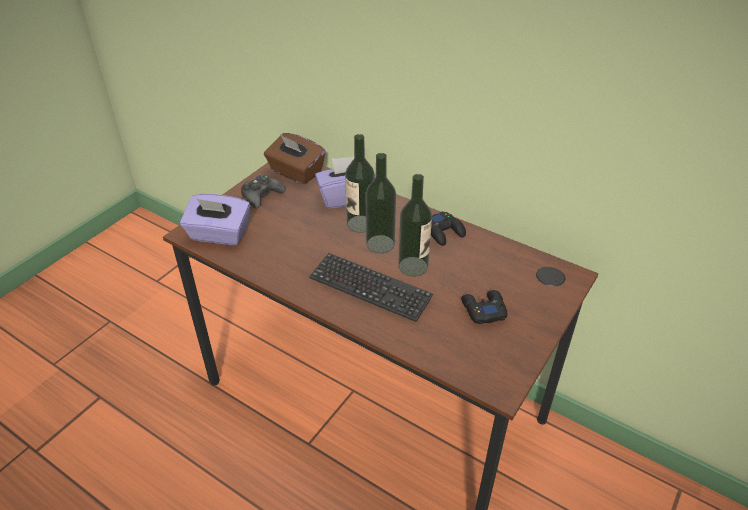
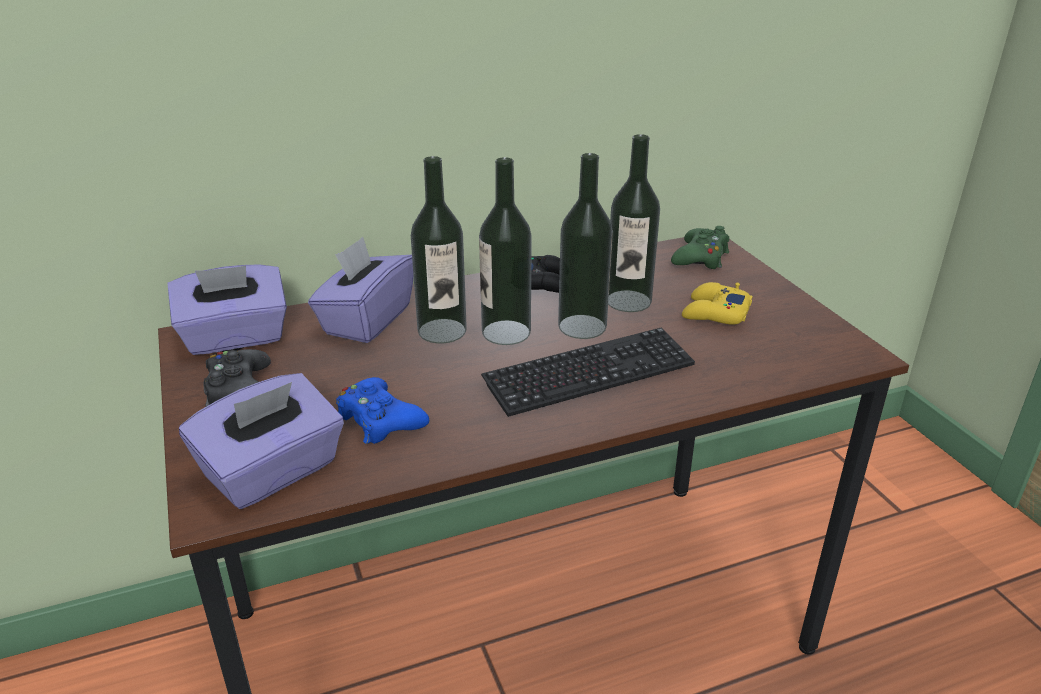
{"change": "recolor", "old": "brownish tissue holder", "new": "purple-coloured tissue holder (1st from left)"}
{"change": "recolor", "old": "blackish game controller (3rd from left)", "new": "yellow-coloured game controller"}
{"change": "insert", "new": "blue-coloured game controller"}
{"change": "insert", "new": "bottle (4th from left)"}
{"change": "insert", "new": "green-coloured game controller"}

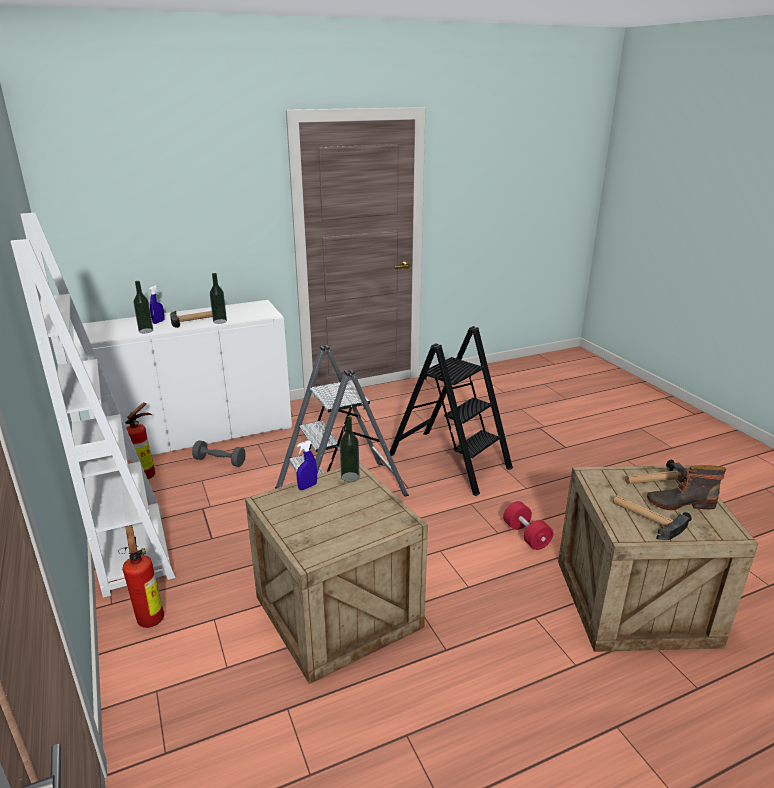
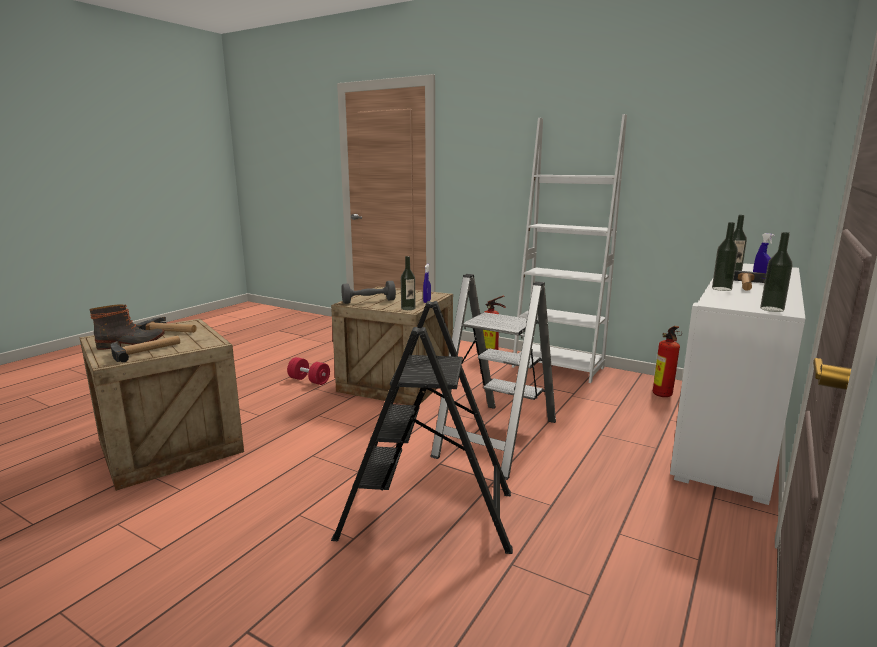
{"change": "move", "old": "gray dumbbell"}
{"change": "move", "old": "red-coloured dumbbell"}
{"change": "insert", "new": "bottle (4th from left)"}

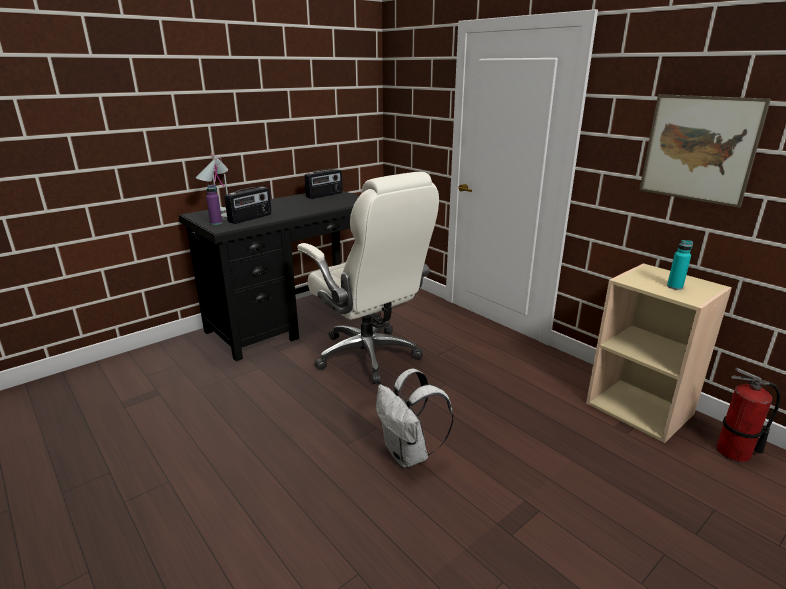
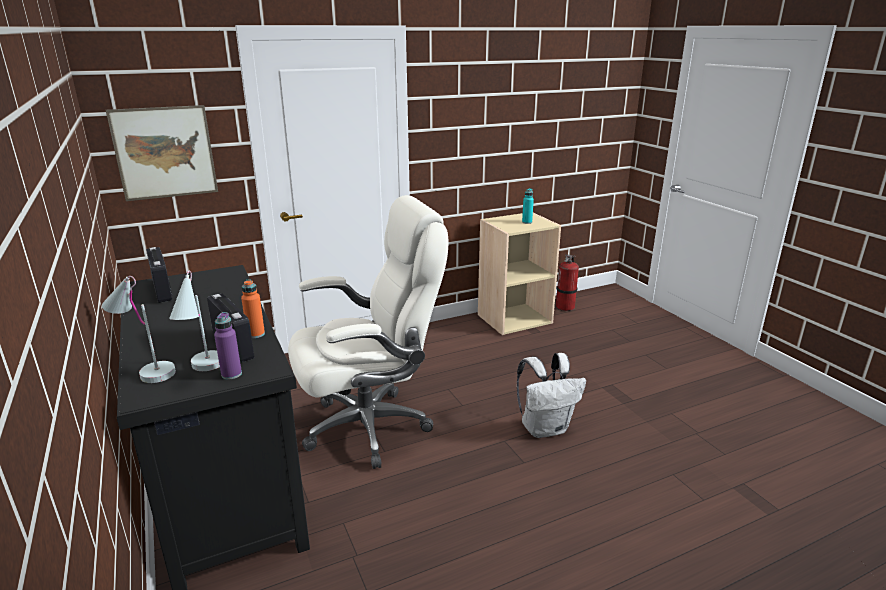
{"change": "move", "old": "picture"}
{"change": "insert", "new": "orangey bottle"}

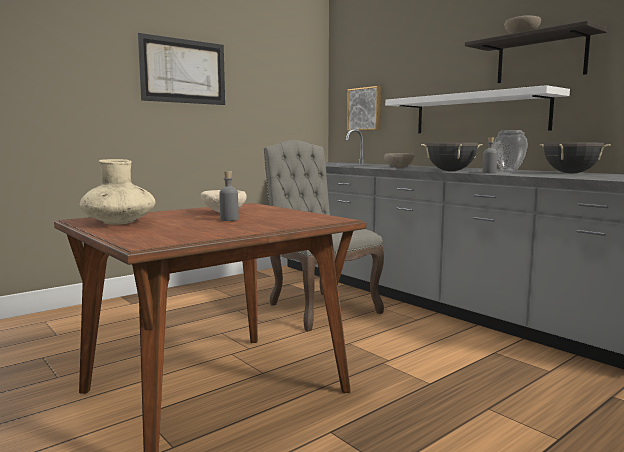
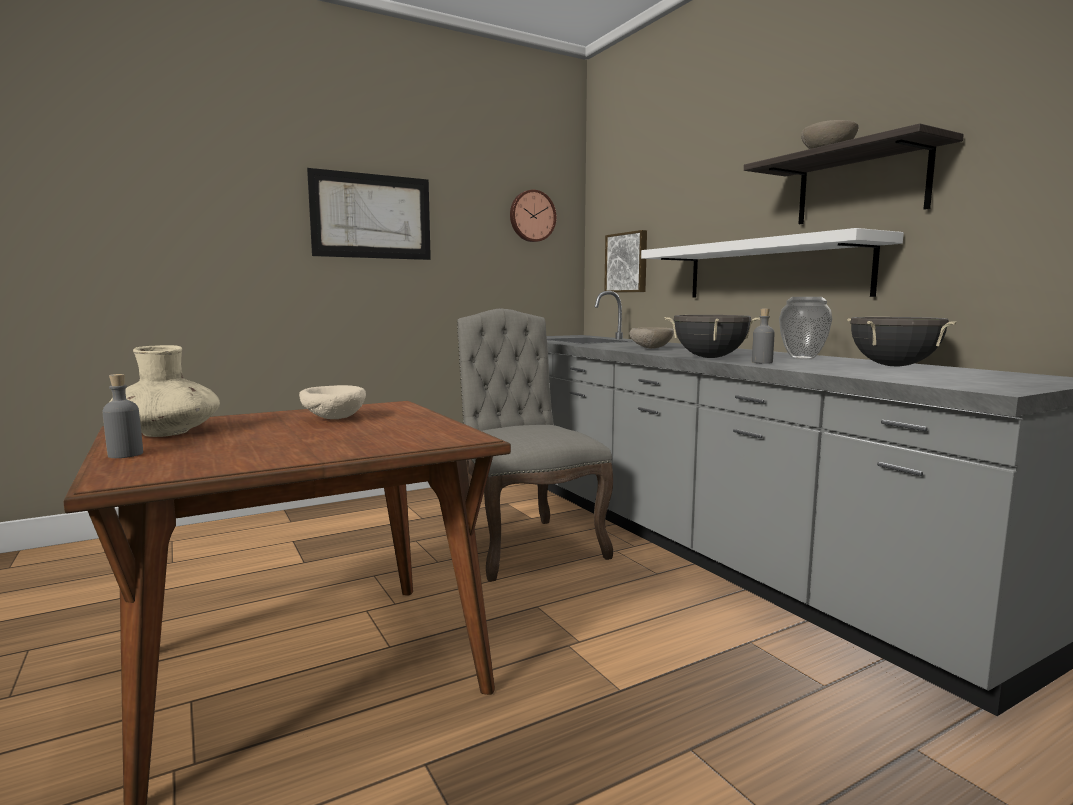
{"change": "move", "old": "gray bottle (1st from left)"}
{"change": "insert", "new": "clock on the wall"}

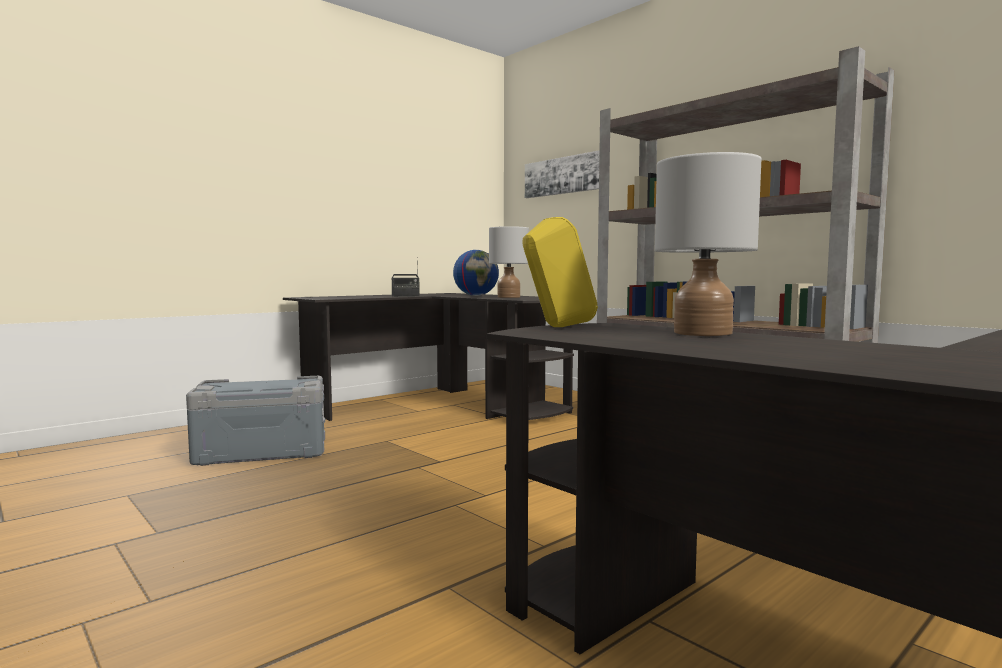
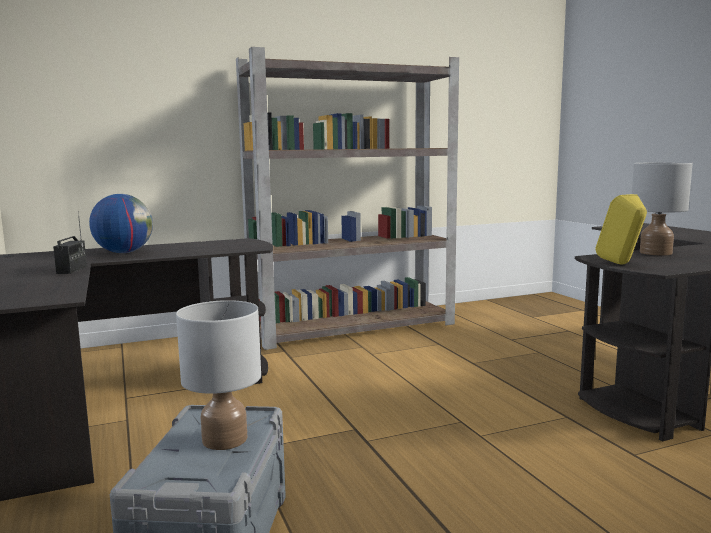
{"change": "move", "old": "gray tabletop lamp (1st from left)"}
{"change": "delete", "old": "picture"}

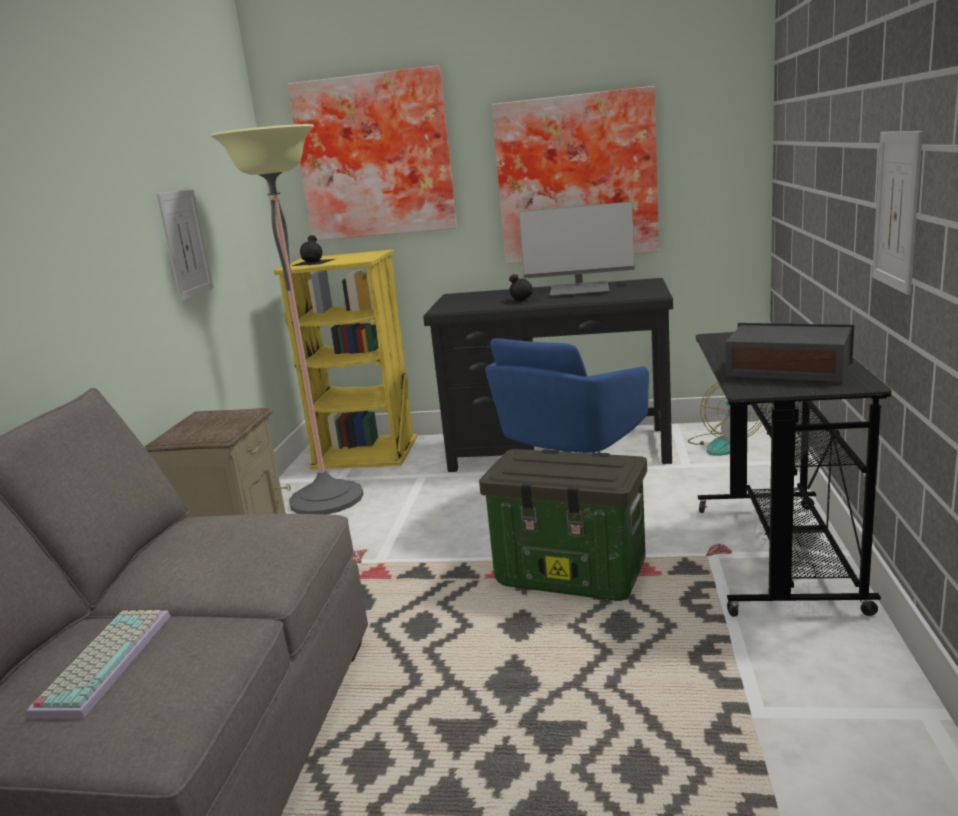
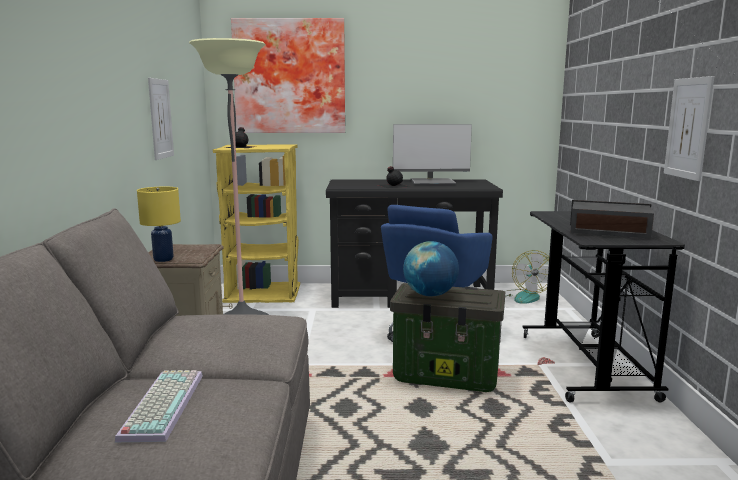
{"change": "delete", "old": "picture (3rd from left)"}
{"change": "insert", "new": "yellow-coloured tabletop lamp"}
{"change": "insert", "new": "globe"}

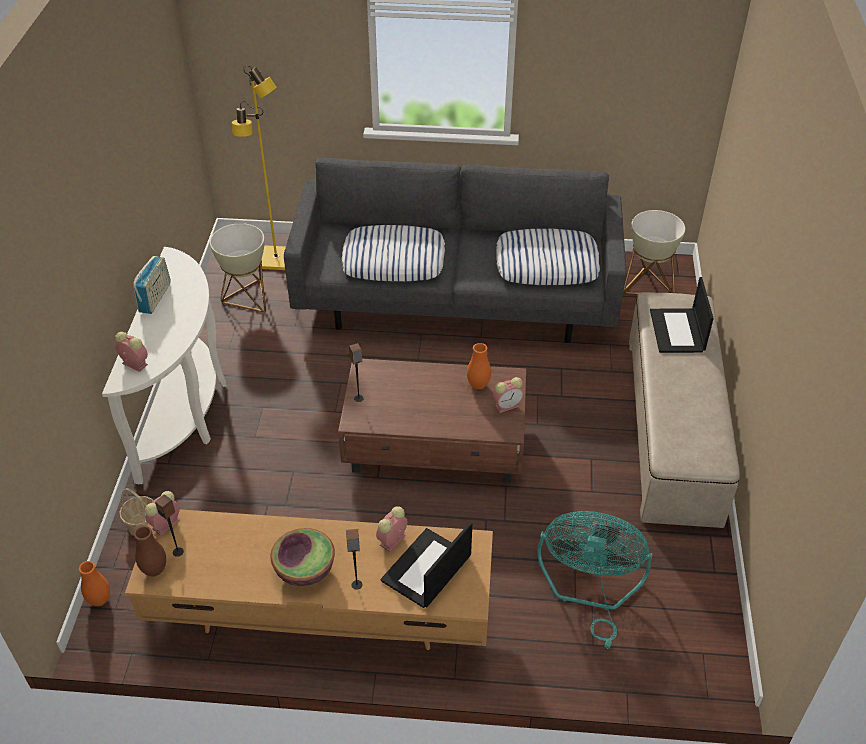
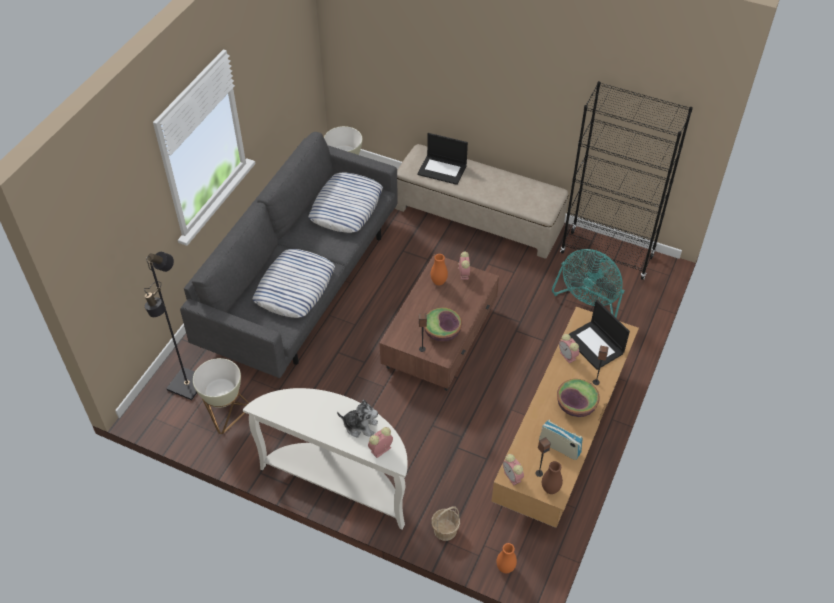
{"change": "move", "old": "radio receiver"}
{"change": "recolor", "old": "yellow-coloured standard lamp", "new": "blackish standard lamp"}
{"change": "rotate", "old": "turquoise-coloured electric fan", "degrees": -90}
{"change": "insert", "new": "plush toy"}
{"change": "insert", "new": "serving bowl (1st from left)"}
{"change": "insert", "new": "blackish bookcase"}

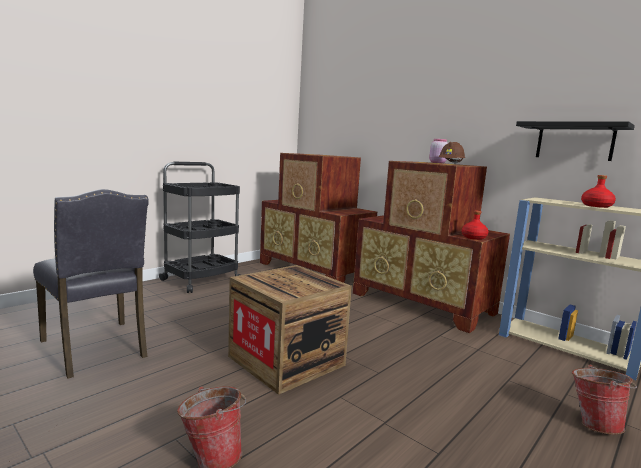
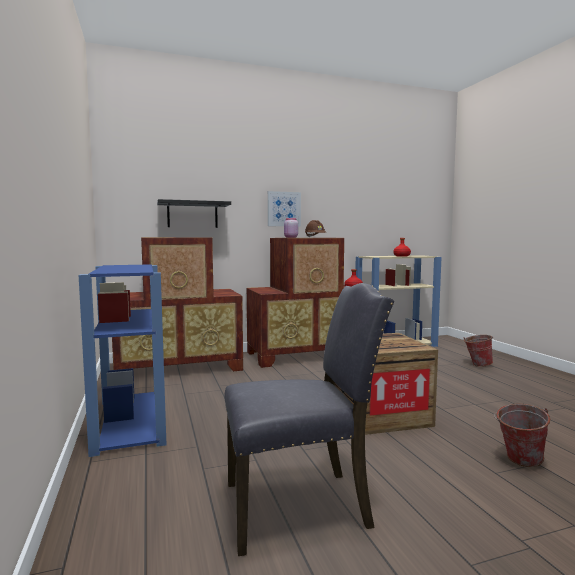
{"change": "replace", "old": "blackish trolley", "new": "blue-coloured bookcase"}
{"change": "move", "old": "blackish shelf"}
{"change": "insert", "new": "picture"}

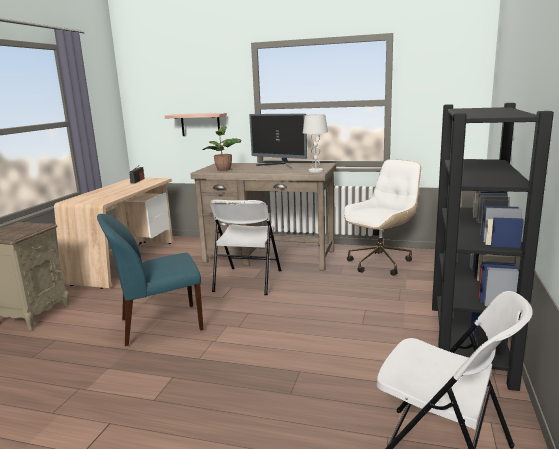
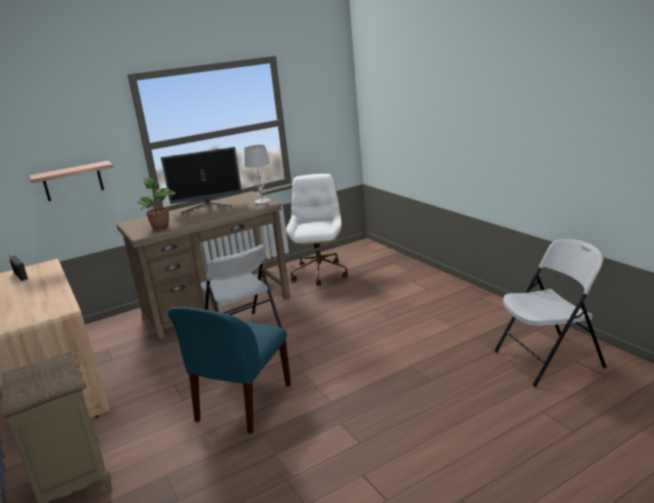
{"change": "delete", "old": "blackish bookcase"}

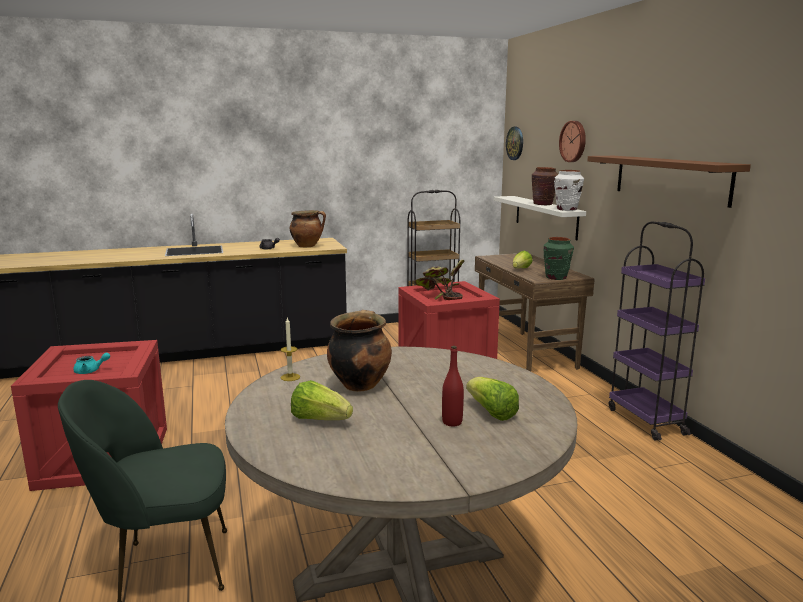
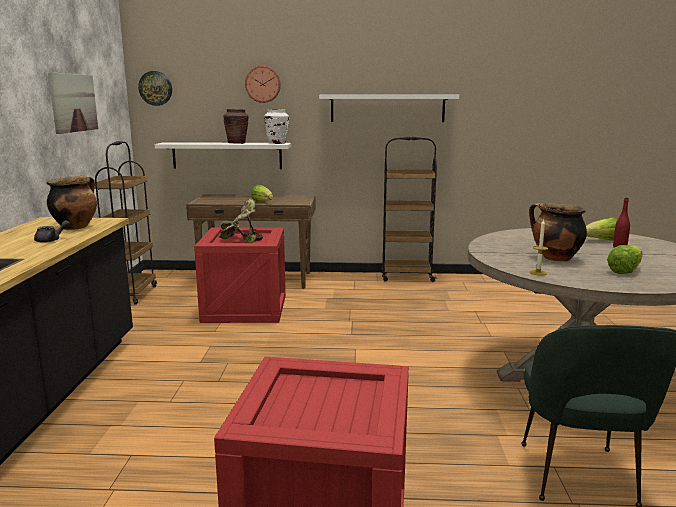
{"change": "delete", "old": "turquoise-coloured pot for tea"}
{"change": "delete", "old": "green-coloured decorative vase"}
{"change": "recolor", "old": "brownish shelf", "new": "white shelf (2nd from left)"}
{"change": "recolor", "old": "purple-coloured trolley", "new": "brownish trolley (2nd from left)"}
{"change": "insert", "new": "picture"}

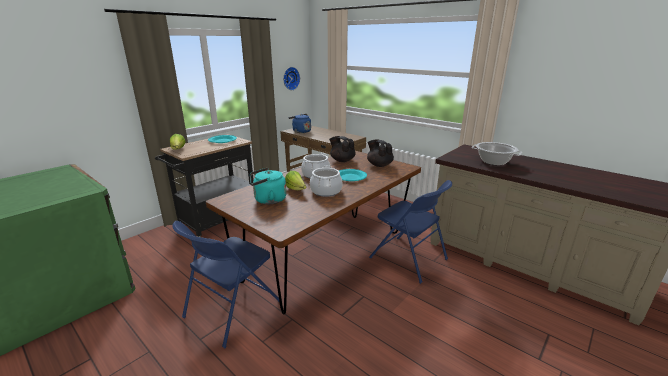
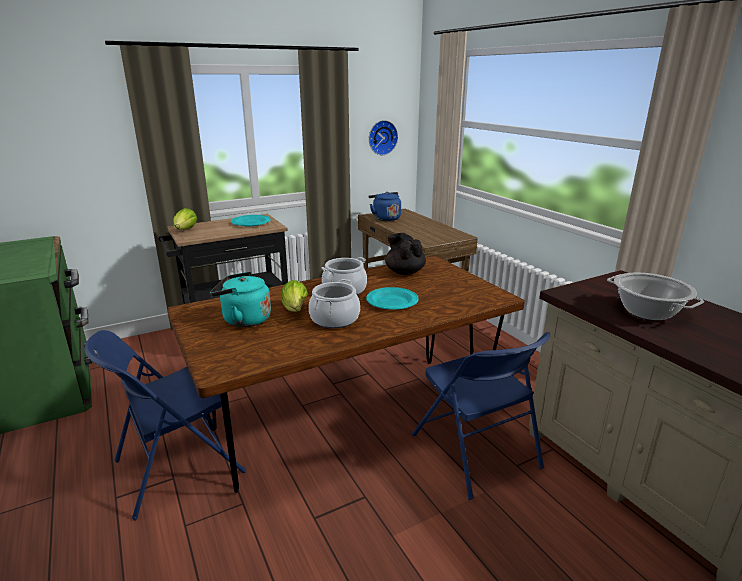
{"change": "delete", "old": "blackish pot for tea (2nd from left)"}

